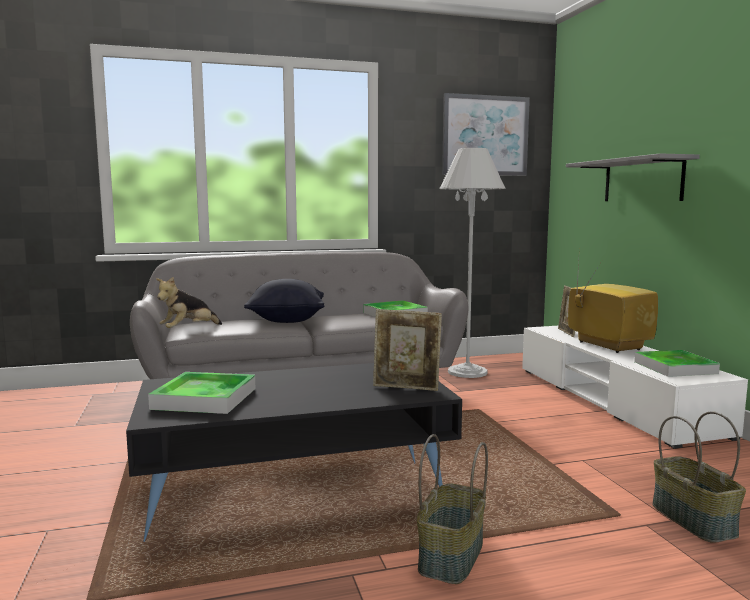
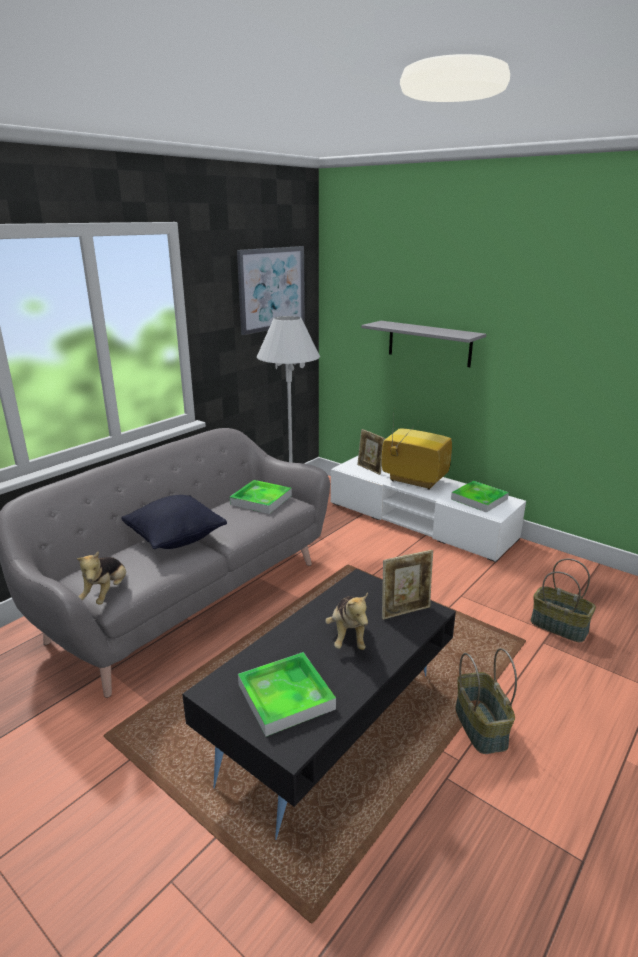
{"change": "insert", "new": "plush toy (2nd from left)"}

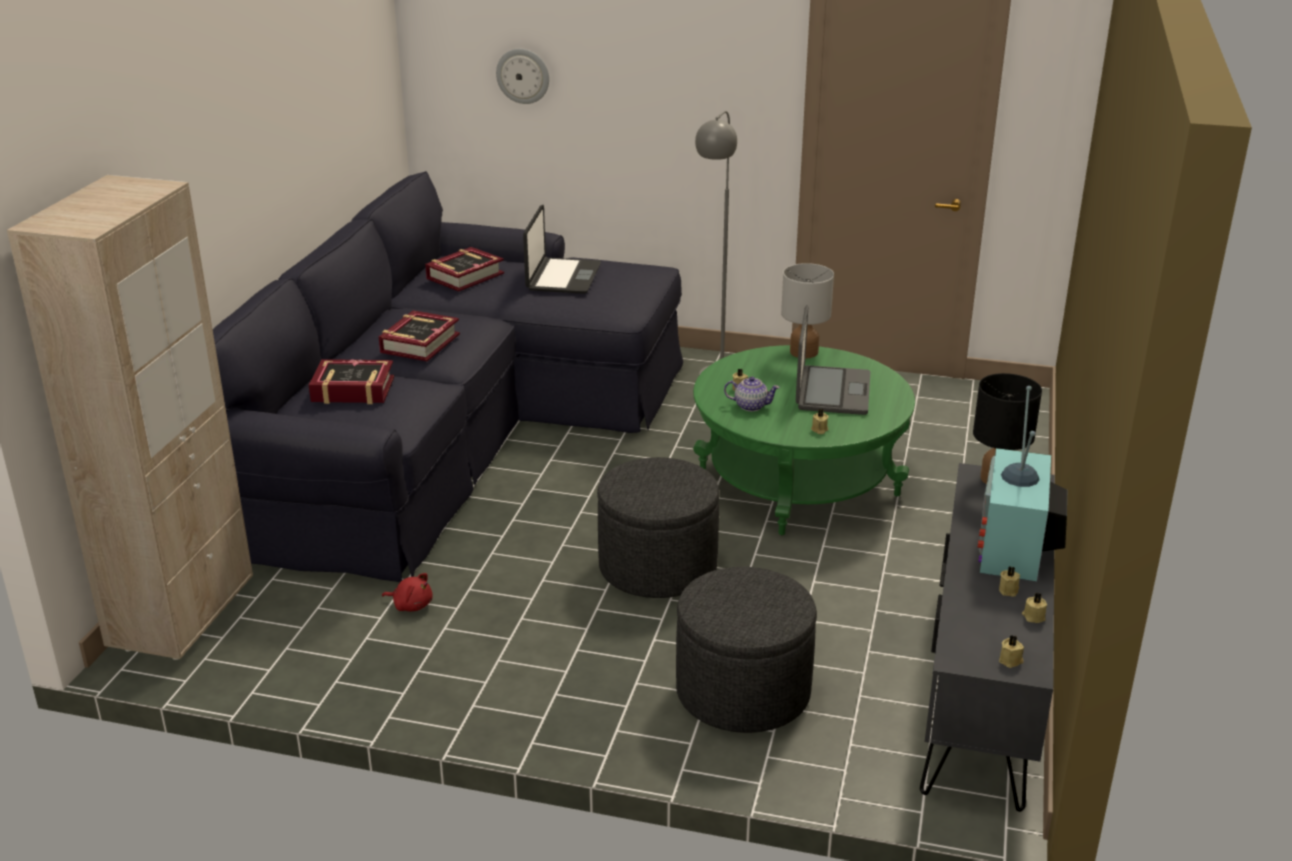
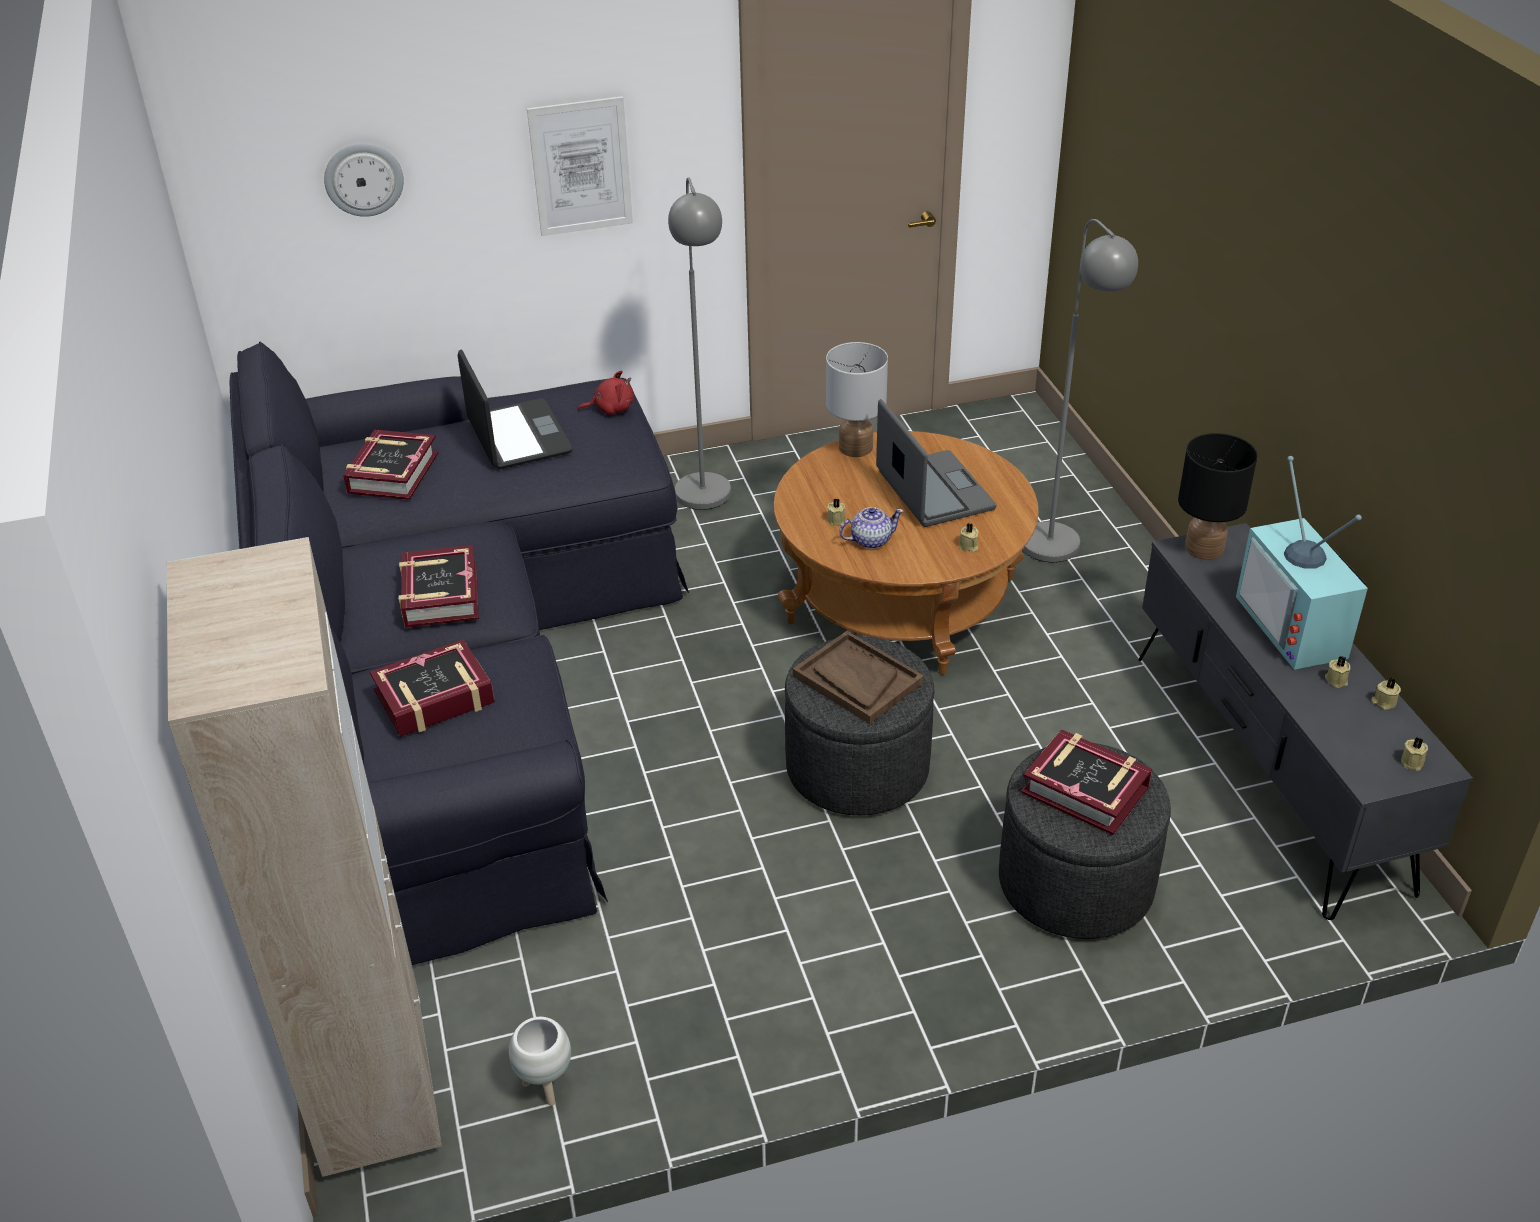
{"change": "move", "old": "red-coloured plush toy"}
{"change": "recolor", "old": "green-coloured low table", "new": "brownish low table"}
{"change": "insert", "new": "white planter"}
{"change": "insert", "new": "picture"}
{"change": "insert", "new": "brownish tray"}
{"change": "insert", "new": "bound book (4th from left)"}
{"change": "insert", "new": "gray standard lamp (2nd from left)"}

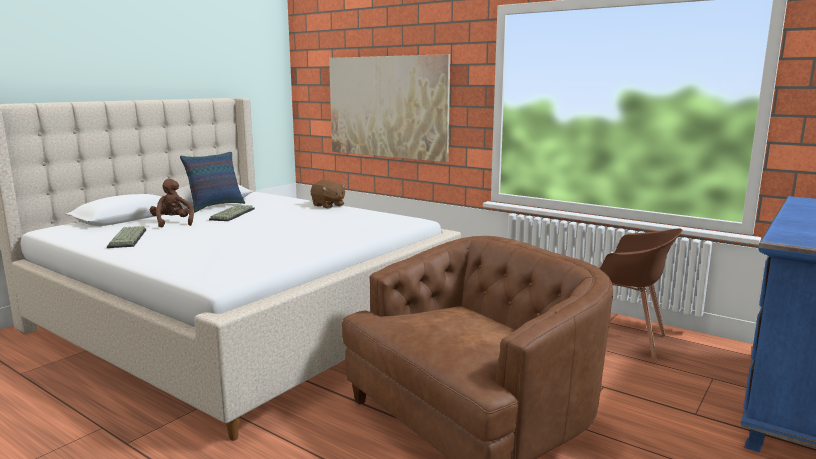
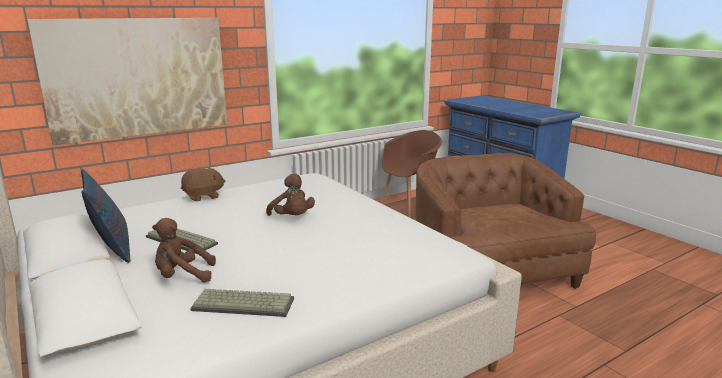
{"change": "insert", "new": "brownish plush toy (3rd from left)"}

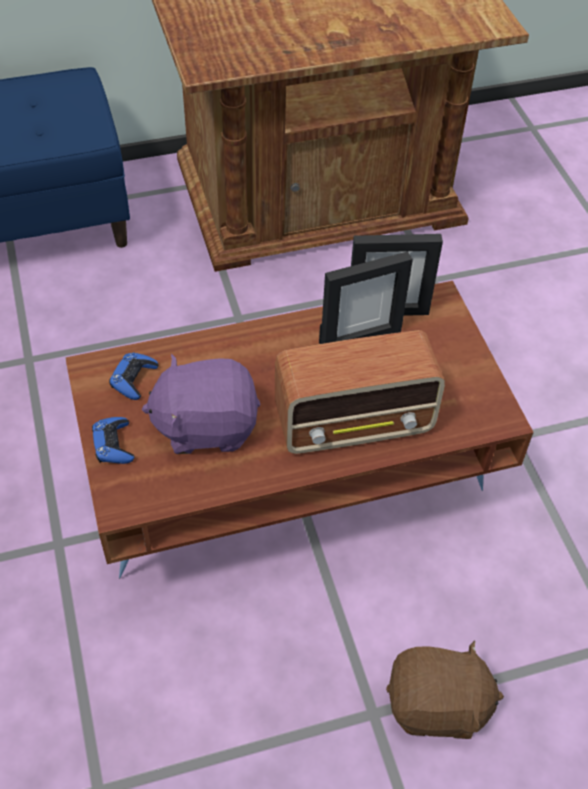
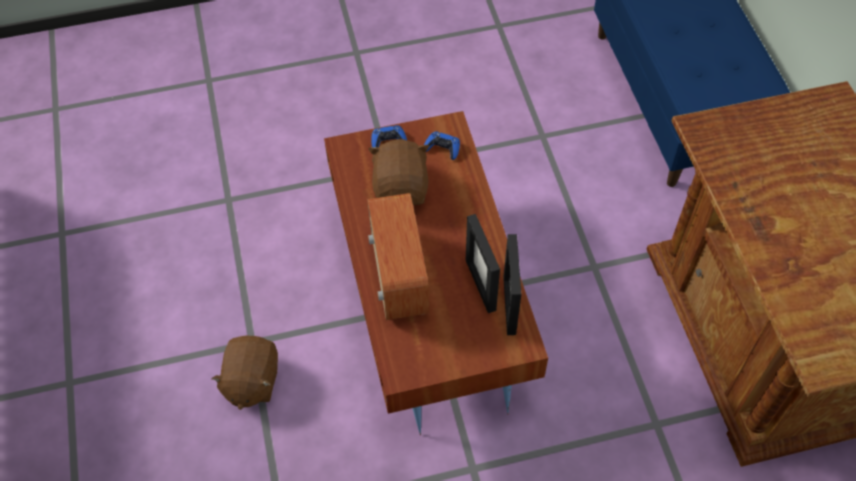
{"change": "recolor", "old": "purple-coloured plush toy", "new": "brownish plush toy (2nd from left)"}

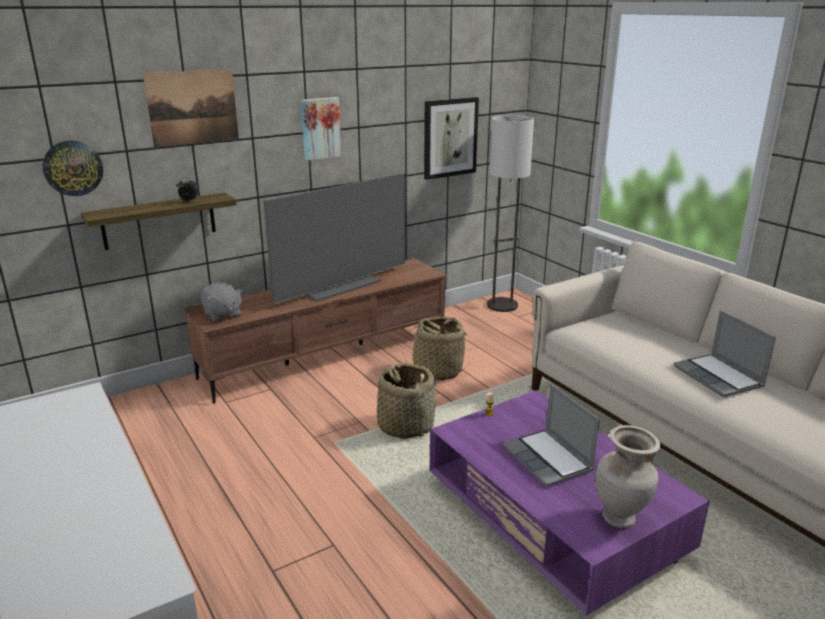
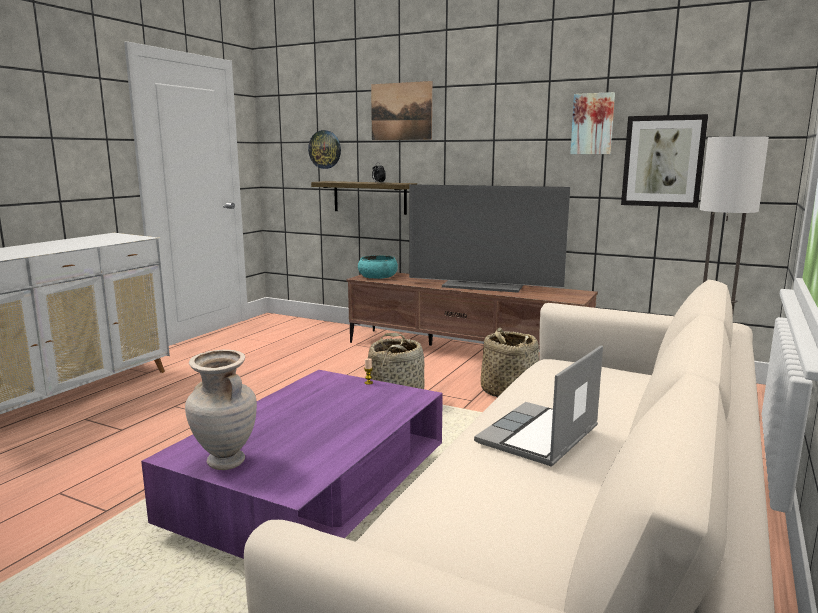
{"change": "replace", "old": "gray plush toy", "new": "turquoise-coloured serving bowl"}
{"change": "move", "old": "picture (2nd from left)"}
{"change": "delete", "old": "portable computer (1st from left)"}

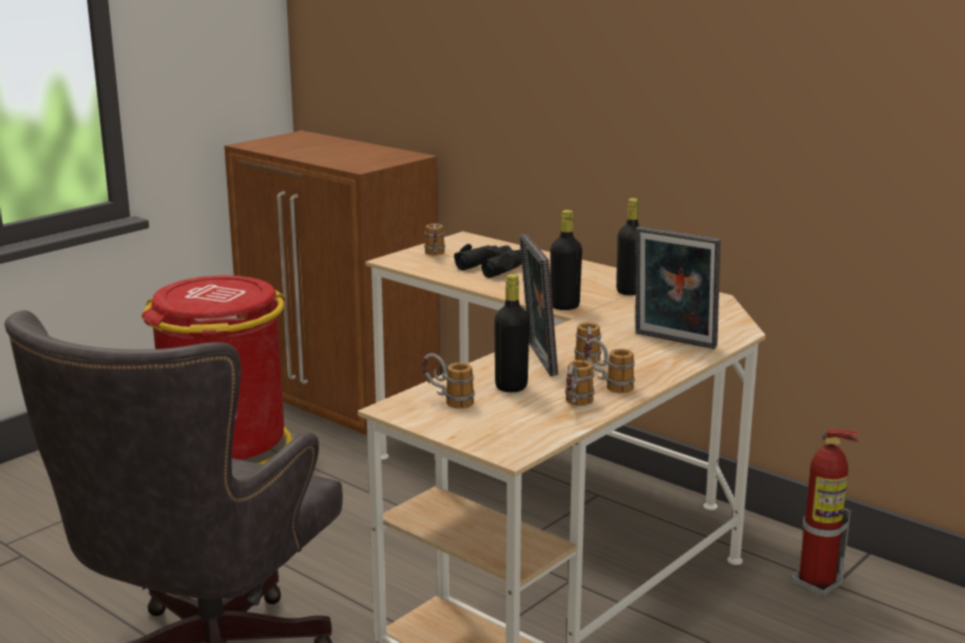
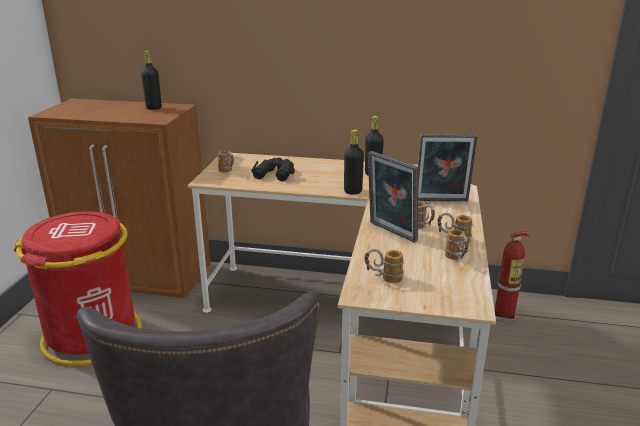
{"change": "move", "old": "blackish bottle (1st from left)"}

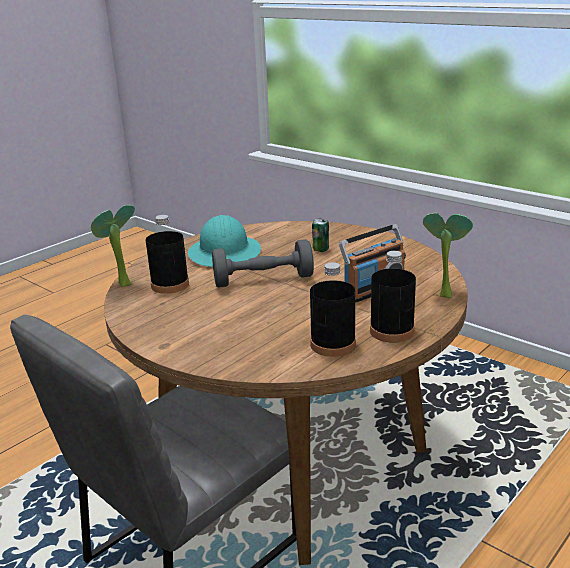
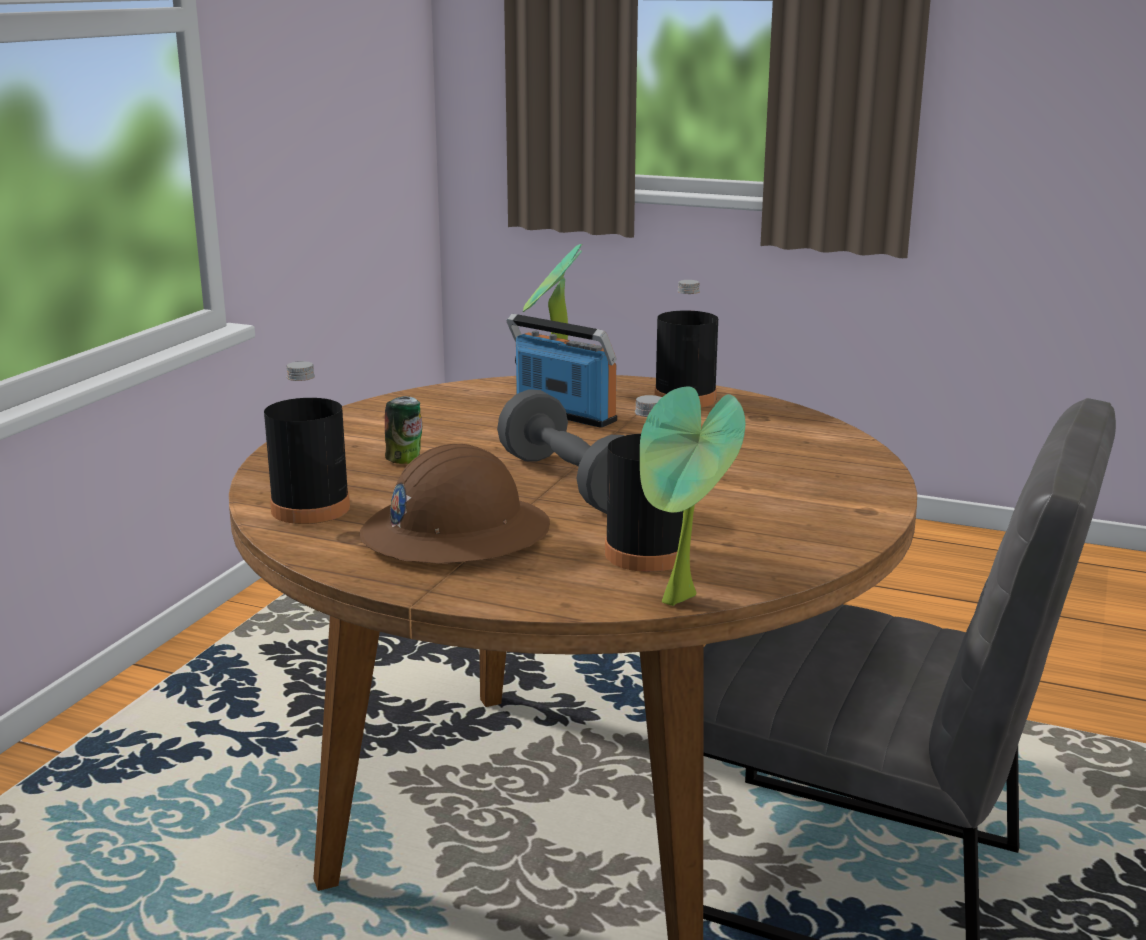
{"change": "recolor", "old": "turquoise-coloured work helmet", "new": "brownish work helmet"}
{"change": "move", "old": "blackish bottle (2nd from left in the first image)", "new": "blackish bottle (1st from left)"}

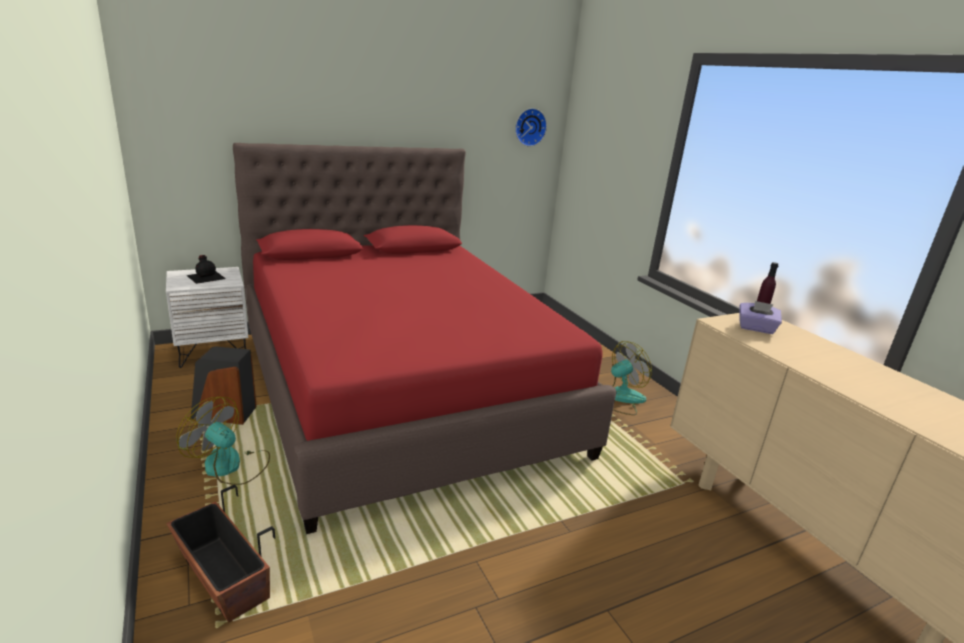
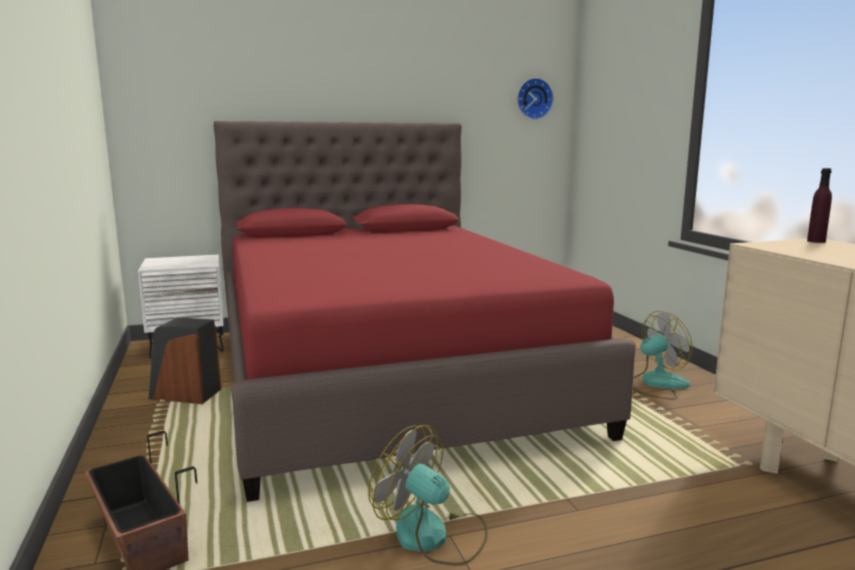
{"change": "move", "old": "electric fan (1st from left)"}
{"change": "delete", "old": "blackish bottle"}
{"change": "delete", "old": "purple-coloured tissue holder"}

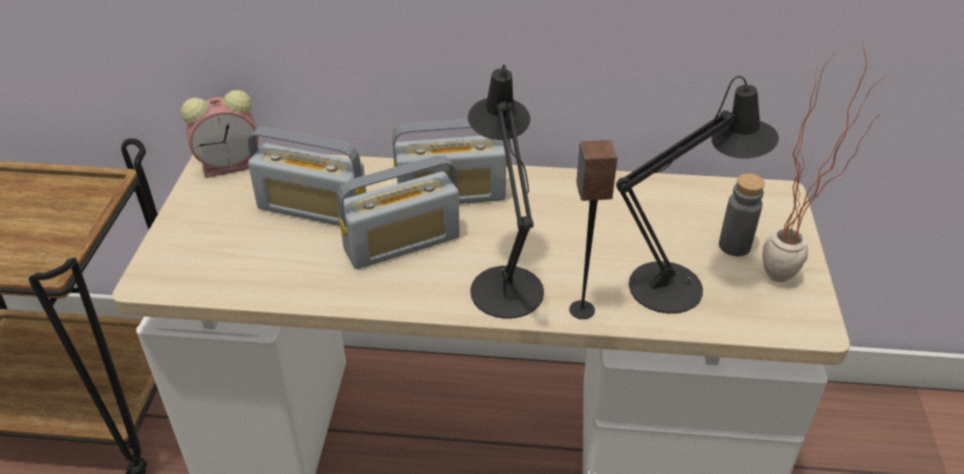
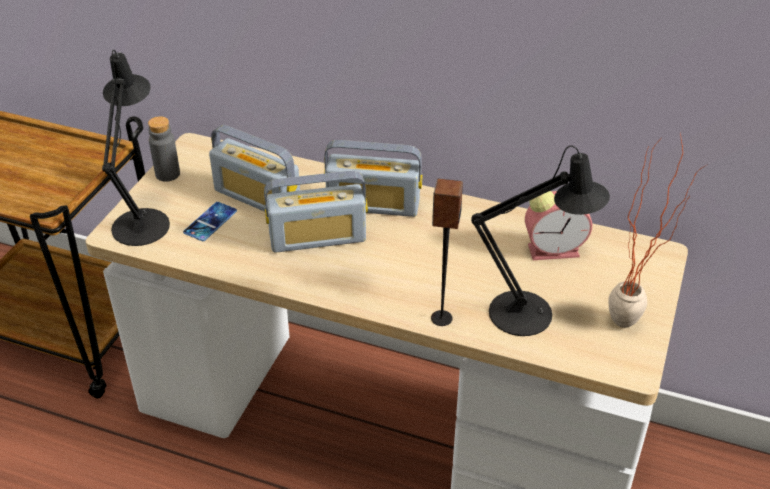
{"change": "move", "old": "alarm clock"}
{"change": "move", "old": "blackish tabletop lamp (1st from left)"}
{"change": "move", "old": "gray bottle"}
{"change": "insert", "new": "handset"}

